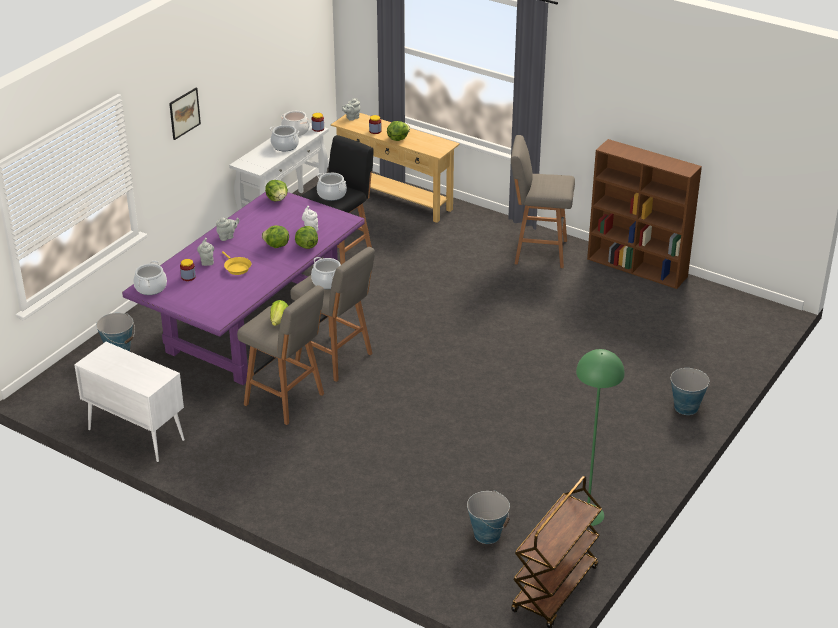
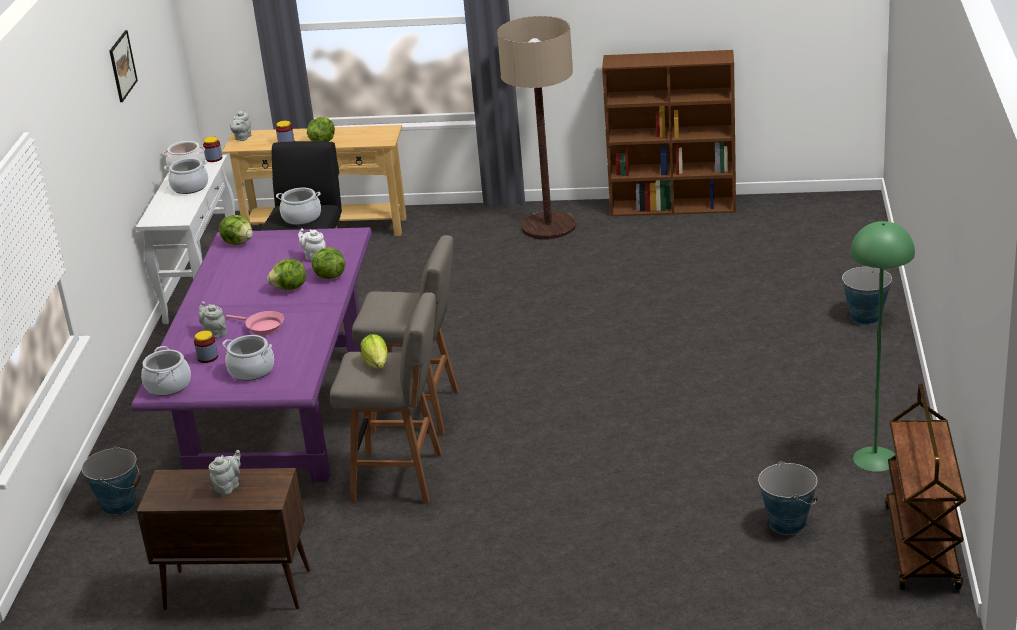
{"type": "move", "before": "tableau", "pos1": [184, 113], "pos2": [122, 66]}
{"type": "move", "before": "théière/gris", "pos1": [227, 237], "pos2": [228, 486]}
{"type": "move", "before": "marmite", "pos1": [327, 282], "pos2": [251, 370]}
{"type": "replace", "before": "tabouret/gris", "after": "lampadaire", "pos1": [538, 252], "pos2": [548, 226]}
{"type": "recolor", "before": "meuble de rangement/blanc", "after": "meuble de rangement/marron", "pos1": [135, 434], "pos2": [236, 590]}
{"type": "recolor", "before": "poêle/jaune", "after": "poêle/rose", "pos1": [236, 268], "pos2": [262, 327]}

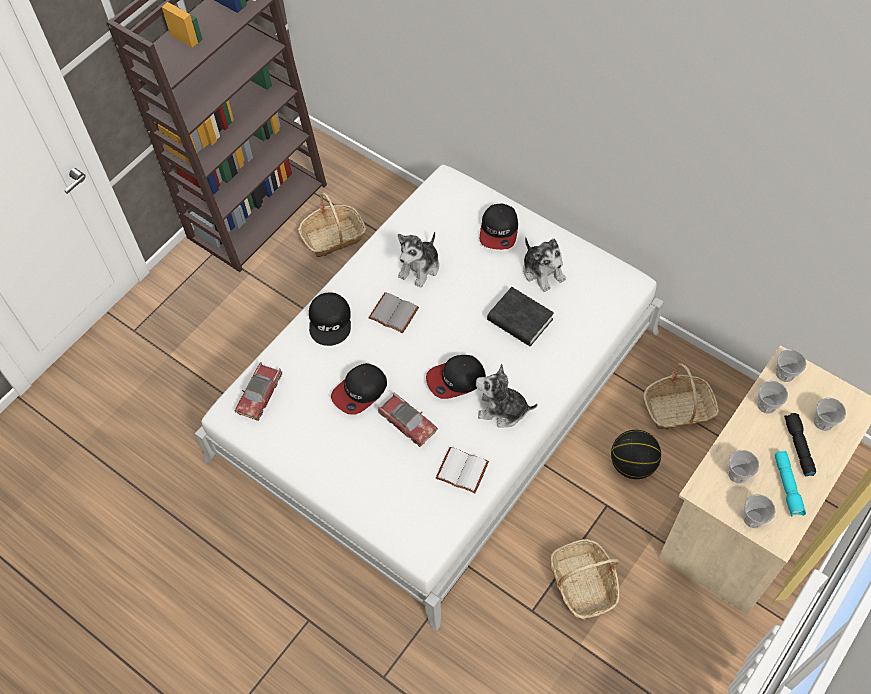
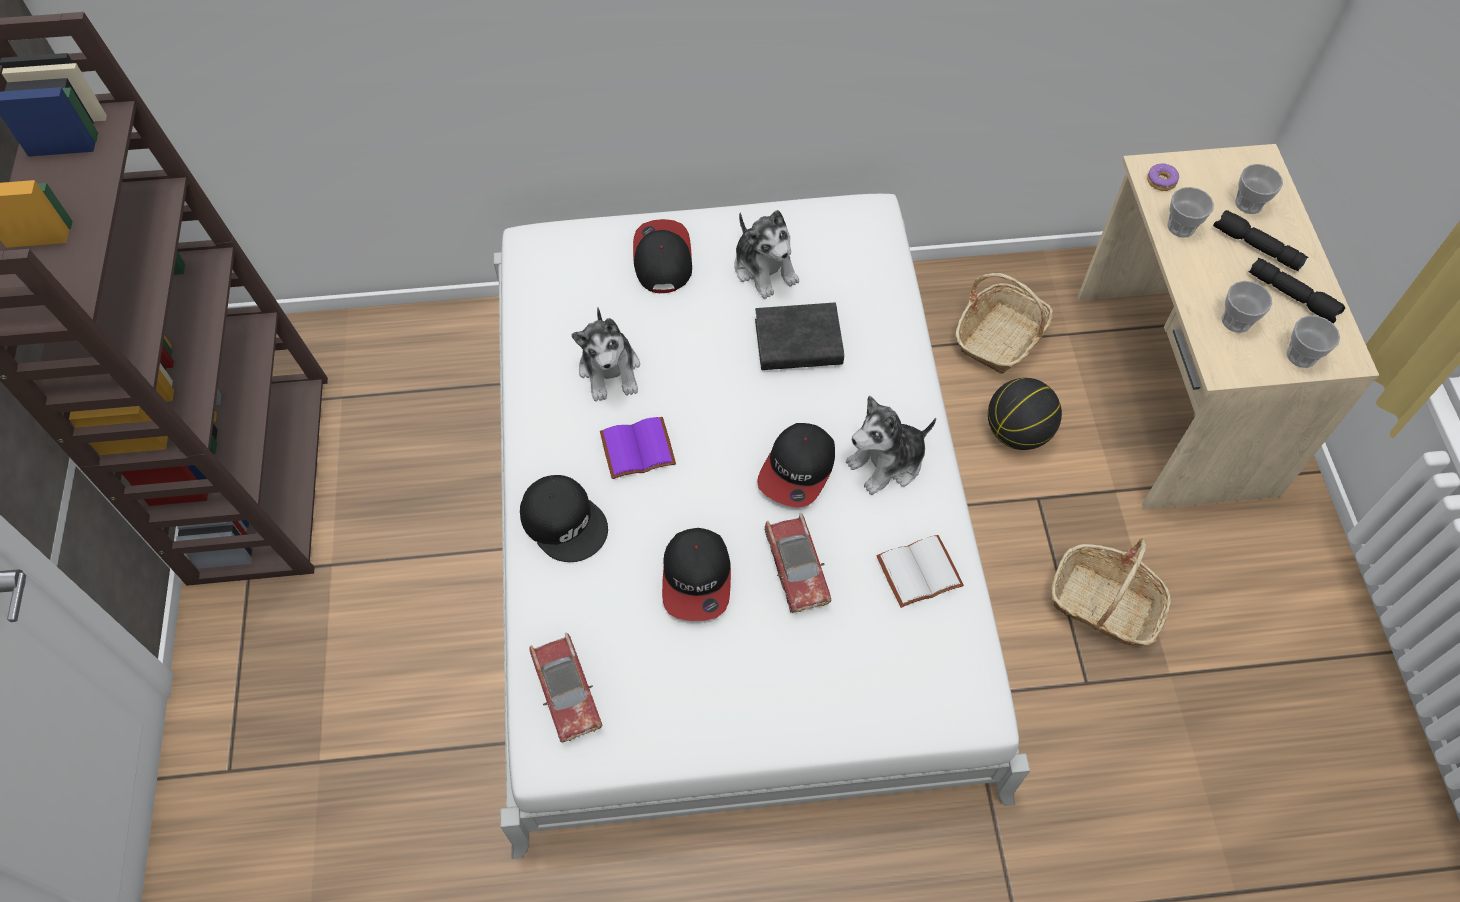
{"type": "delete", "before": "panier", "pos1": [334, 237]}
{"type": "replace", "before": "tasse", "after": "beignet", "pos1": [785, 373], "pos2": [1161, 181]}
{"type": "recolor", "before": "livre/gris", "after": "livre/violet", "pos1": [392, 314], "pos2": [637, 451]}
{"type": "recolor", "before": "lampe de poche/turquoise", "after": "lampe de poche/noir", "pos1": [788, 486], "pos2": [1293, 296]}
{"type": "rotate", "before": "petite voiture", "pos1": [407, 423], "pos2": [796, 568], "turn": 75}
{"type": "rotate", "before": "casquette", "pos1": [499, 230], "pos2": [662, 258], "turn": -150}
{"type": "rotate", "before": "peluche", "pos1": [542, 271], "pos2": [764, 269], "turn": 45}

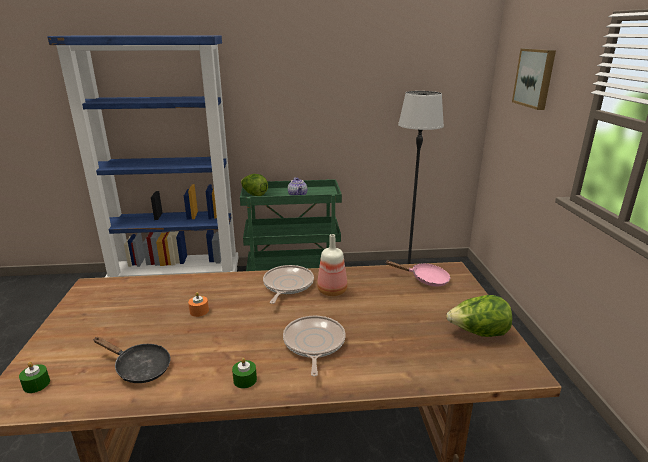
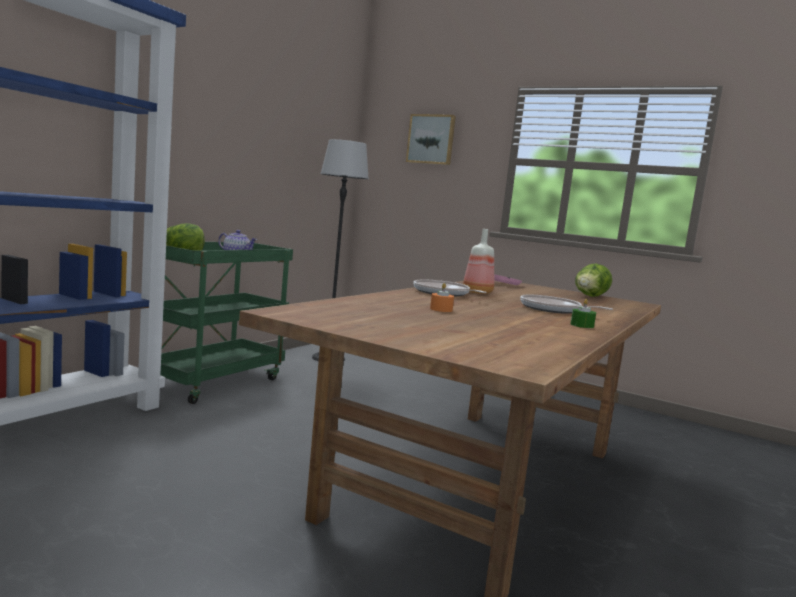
{"type": "delete", "before": "bougie/vert", "pos1": [36, 384]}
{"type": "delete", "before": "poêle/noir", "pos1": [139, 368]}

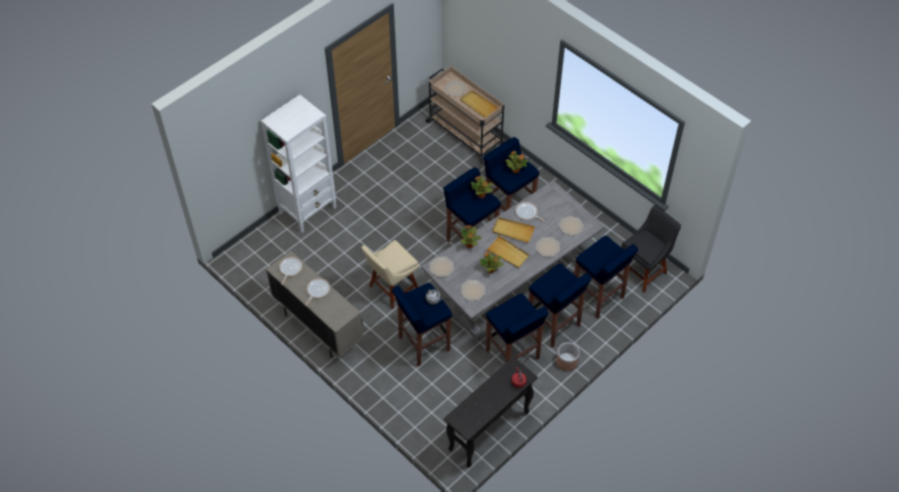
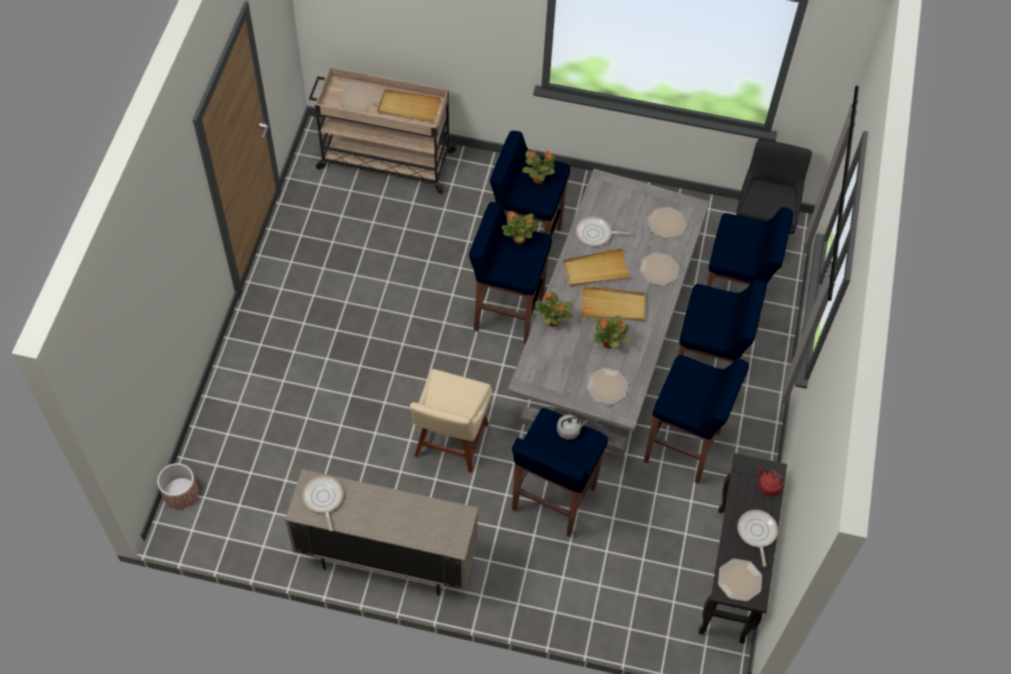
{"type": "delete", "before": "bibliothèque/blanc", "pos1": [308, 210]}
{"type": "move", "before": "poêle", "pos1": [317, 290], "pos2": [756, 533]}
{"type": "move", "before": "assiette", "pos1": [441, 267], "pos2": [740, 580]}
{"type": "move", "before": "cache-pot", "pos1": [566, 361], "pos2": [180, 493]}

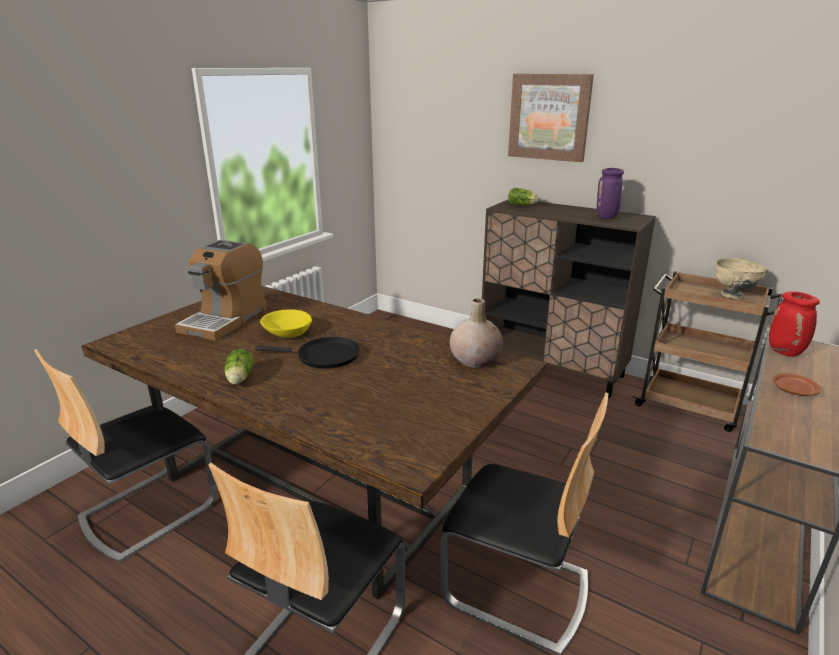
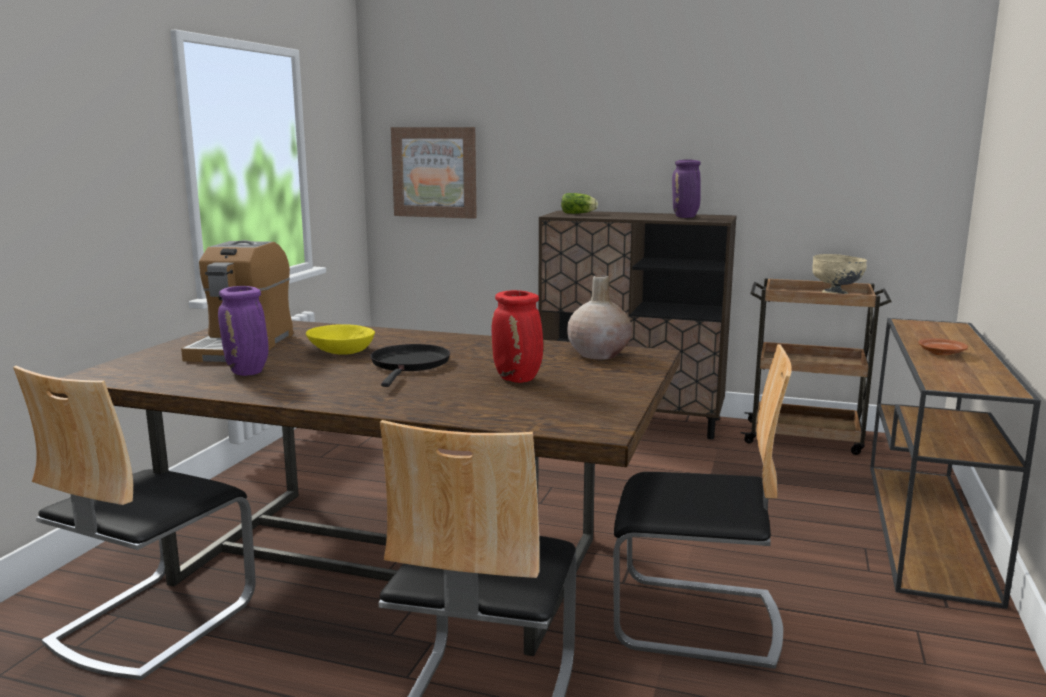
{"type": "delete", "before": "laitue", "pos1": [239, 379]}
{"type": "insert", "after": "vase/violet", "pos2": [248, 372]}
{"type": "move", "before": "tableau", "pos1": [549, 117], "pos2": [435, 172]}
{"type": "move", "before": "vase/rouge", "pos1": [785, 352], "pos2": [518, 379]}
{"type": "rotate", "before": "poêle/noir", "pos1": [324, 356], "pos2": [409, 365], "turn": -75}

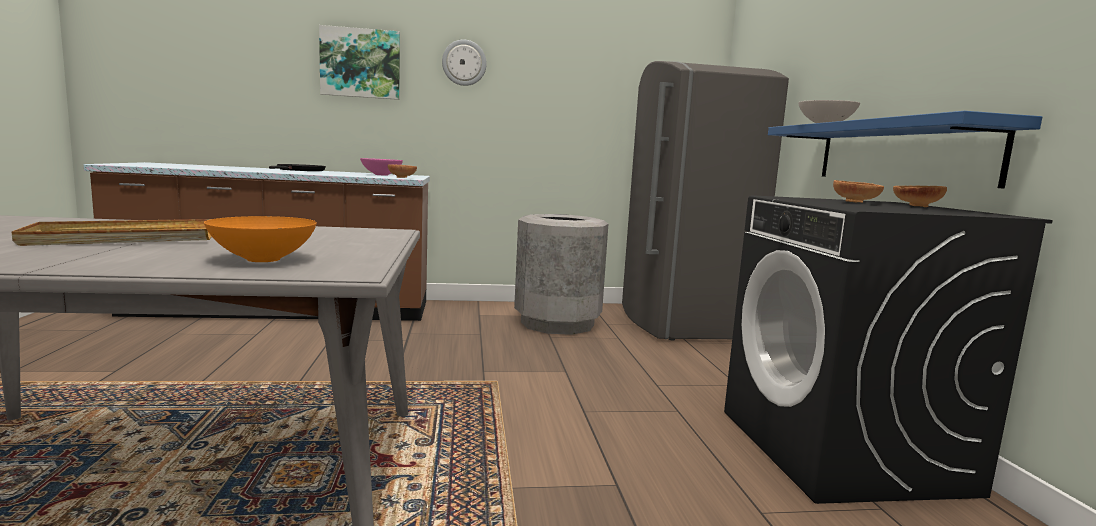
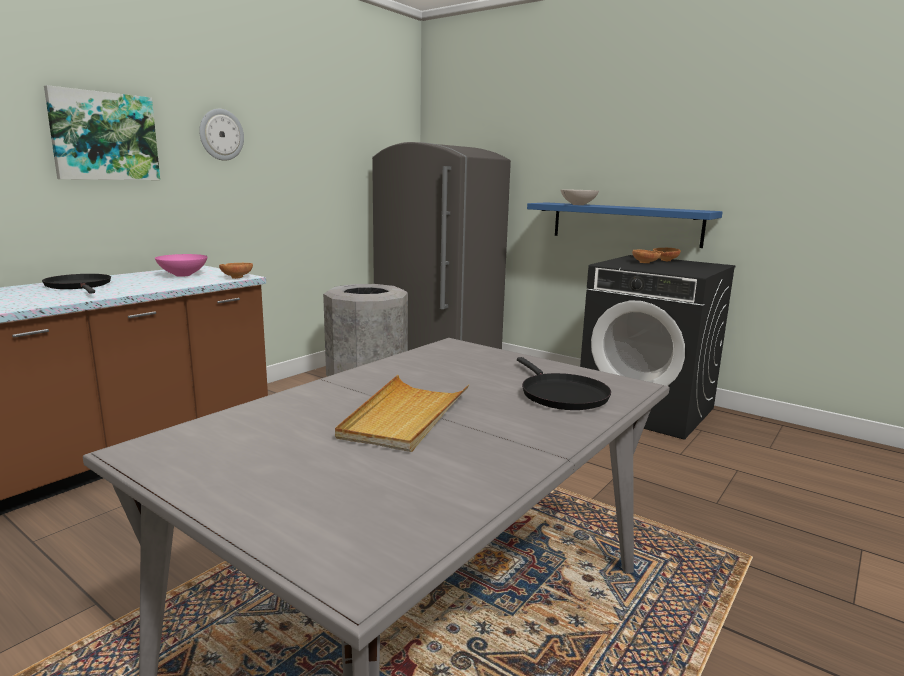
{"type": "replace", "before": "bol/orange", "after": "poêle/noir", "pos1": [261, 259], "pos2": [561, 395]}

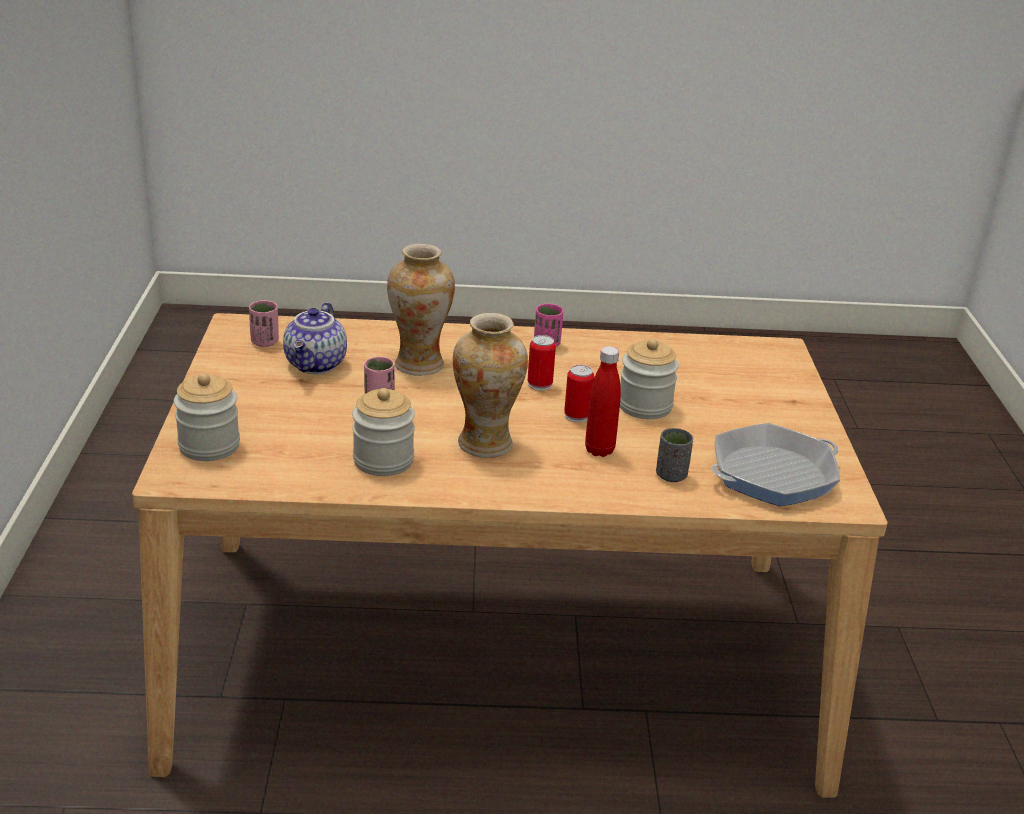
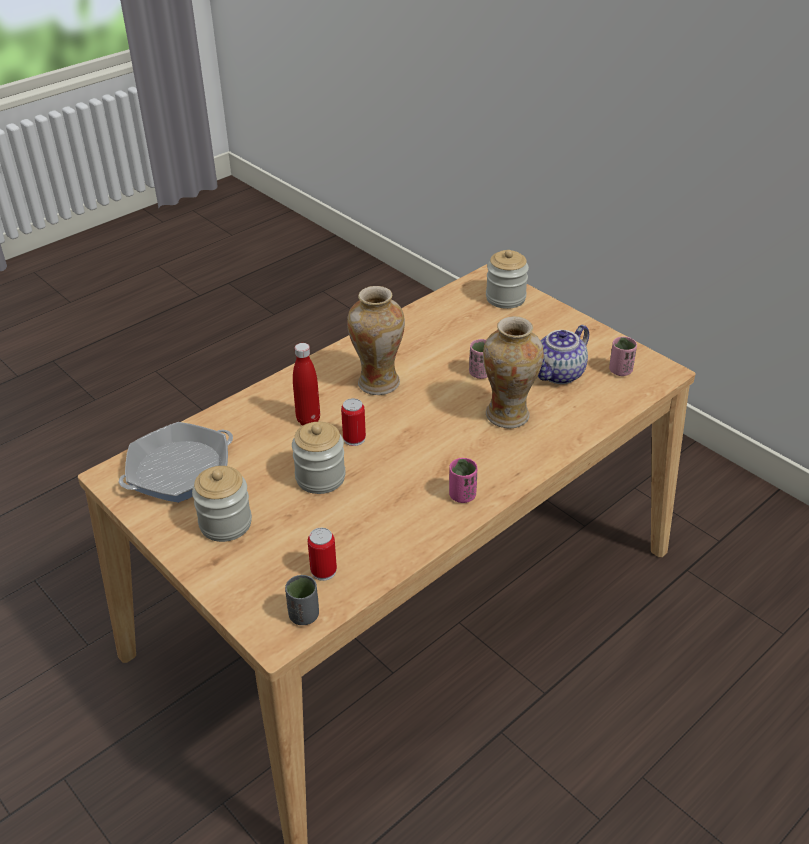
{"type": "move", "before": "bocal", "pos1": [383, 461], "pos2": [225, 523]}
{"type": "move", "before": "boîte métallique", "pos1": [539, 384], "pos2": [323, 571]}
{"type": "move", "before": "tasse/gris", "pos1": [671, 475], "pos2": [304, 615]}
{"type": "rotate", "before": "théière", "pos1": [317, 365], "pos2": [559, 374], "turn": -105}
{"type": "rotate", "before": "poêle", "pos1": [773, 474], "pos2": [179, 470], "turn": -150}

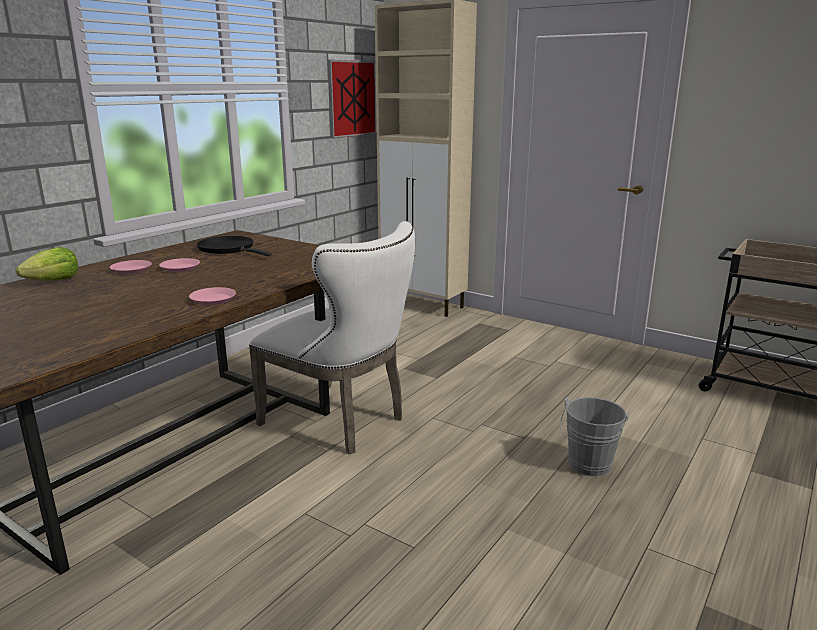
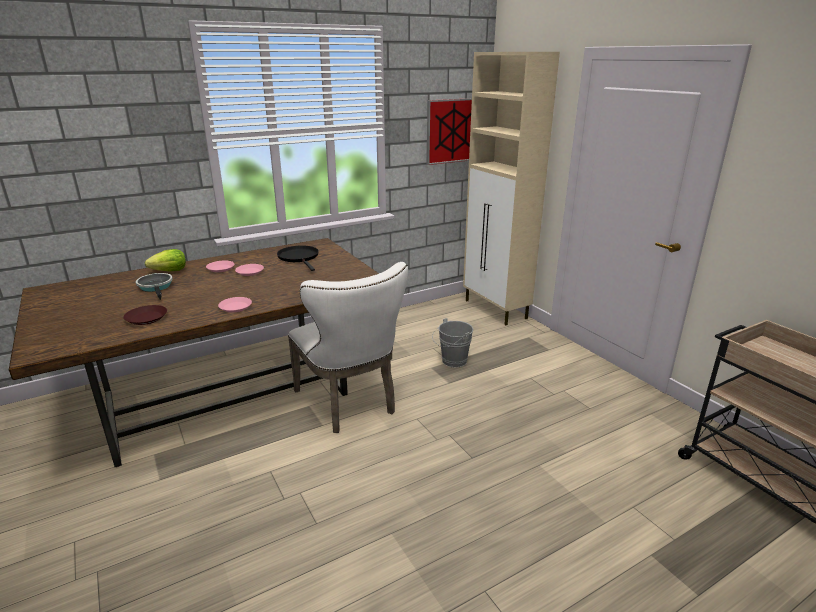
{"type": "insert", "after": "assiette/marron", "pos2": [146, 318]}
{"type": "insert", "after": "poêle", "pos2": [156, 287]}
{"type": "move", "before": "seau/gris", "pos1": [588, 467], "pos2": [452, 361]}

